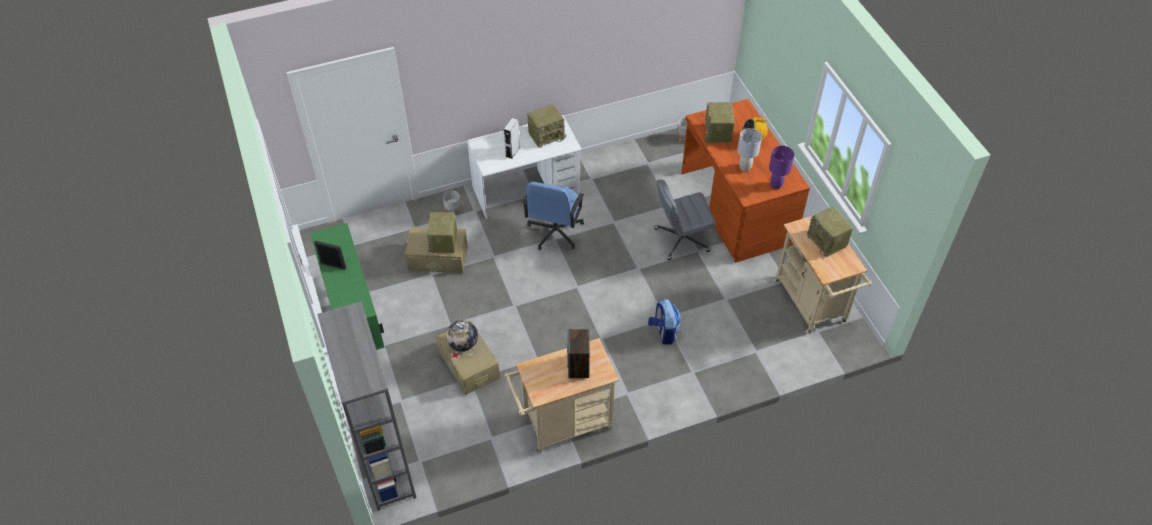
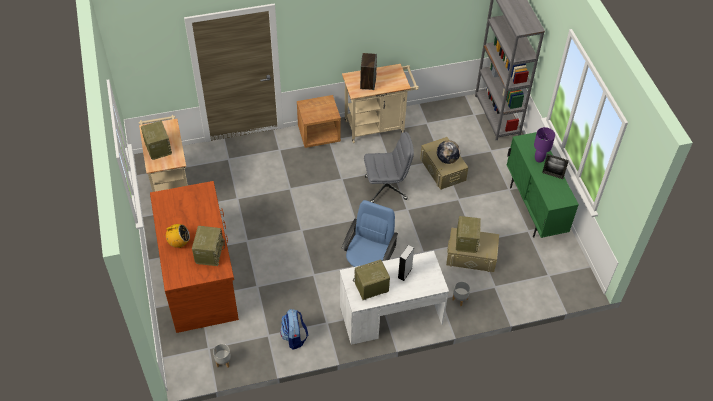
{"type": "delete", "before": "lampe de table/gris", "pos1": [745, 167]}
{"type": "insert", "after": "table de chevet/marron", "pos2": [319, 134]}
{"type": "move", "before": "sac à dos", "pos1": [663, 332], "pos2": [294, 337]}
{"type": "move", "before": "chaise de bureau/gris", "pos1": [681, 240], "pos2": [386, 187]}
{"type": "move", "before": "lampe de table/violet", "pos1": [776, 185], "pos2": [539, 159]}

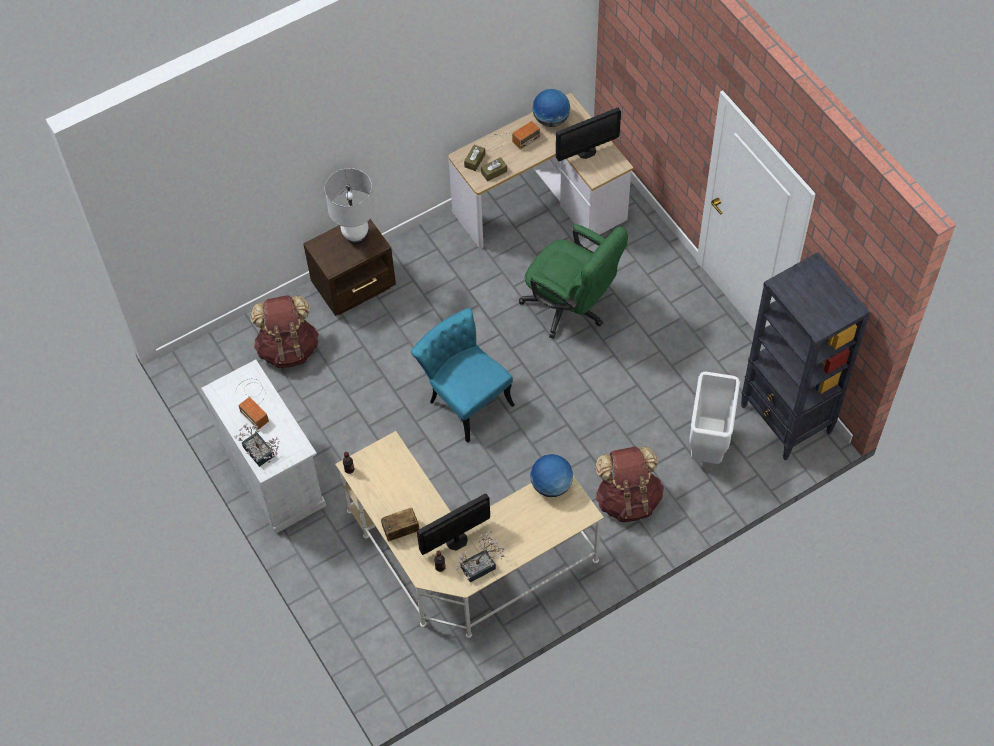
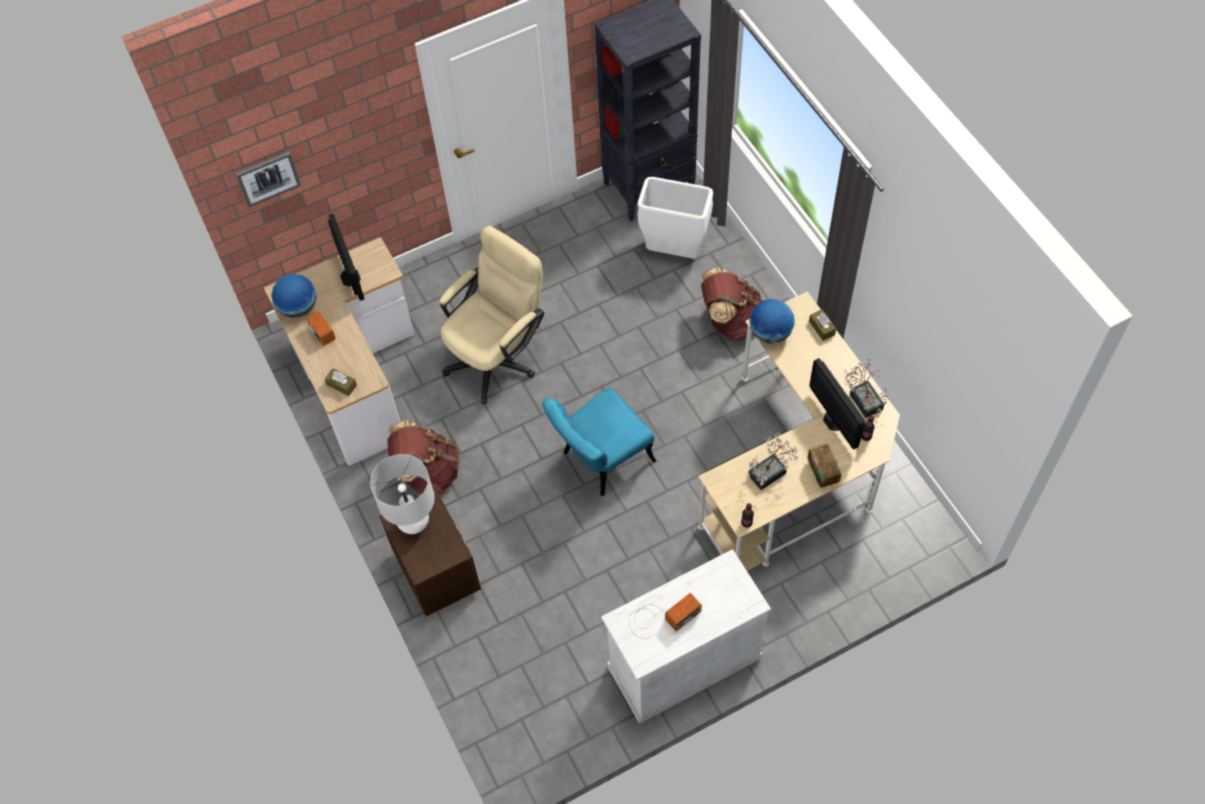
{"type": "insert", "after": "tableau", "pos2": [268, 178]}
{"type": "move", "before": "plante en pot", "pos1": [260, 454], "pos2": [770, 472]}
{"type": "move", "before": "sac à dos/marron", "pos1": [288, 348], "pos2": [428, 473]}
{"type": "move", "before": "boîte à mouchoirs/marron", "pos1": [494, 172], "pos2": [821, 328]}
{"type": "recolor", "before": "chaise de bureau/vert", "after": "chaise de bureau/beige", "pos1": [571, 308], "pos2": [498, 356]}

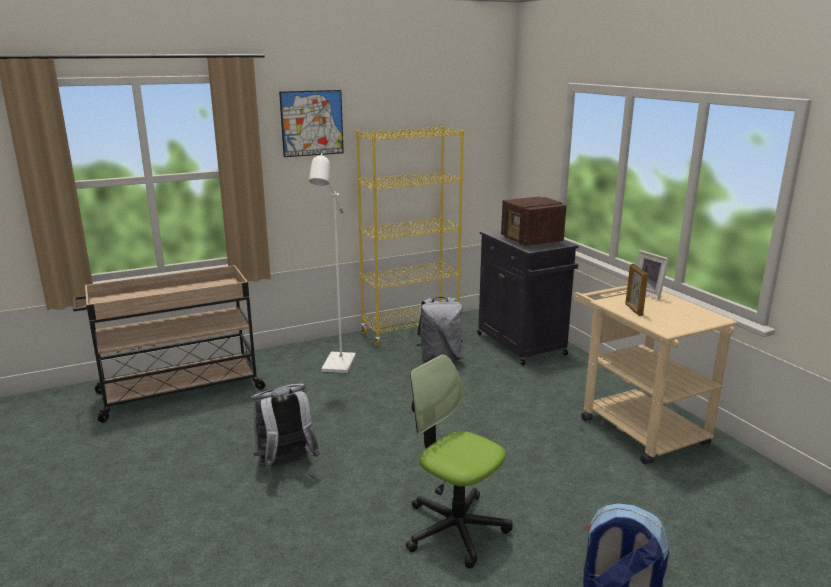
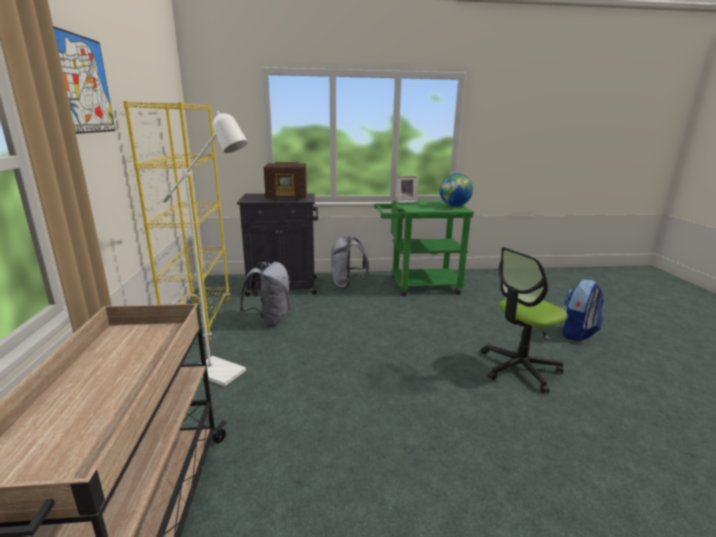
{"type": "delete", "before": "cadre photo", "pos1": [633, 310]}
{"type": "insert", "after": "globe", "pos2": [454, 206]}
{"type": "move", "before": "sac à dos/gris", "pos1": [285, 465], "pos2": [347, 285]}
{"type": "recolor", "before": "chariot/beige", "after": "chariot/vert", "pos1": [635, 426], "pos2": [418, 285]}

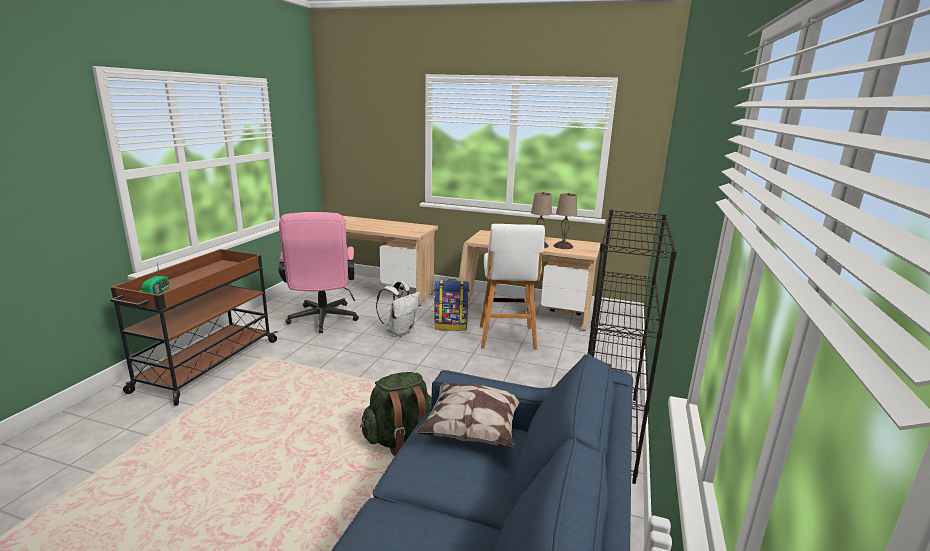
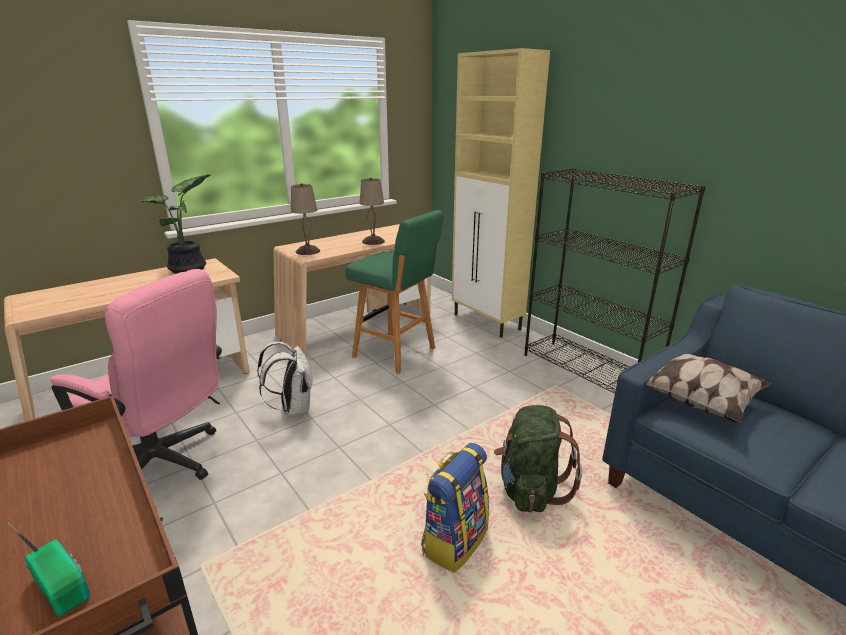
{"type": "insert", "after": "plante en pot", "pos2": [190, 269]}
{"type": "insert", "after": "meuble de rangement/beige", "pos2": [487, 322]}
{"type": "move", "before": "sac à dos", "pos1": [451, 326], "pos2": [454, 540]}
{"type": "move", "before": "lampe de table/beige", "pos1": [563, 246], "pos2": [307, 251]}
{"type": "recolor", "before": "tabouret/blanc", "after": "tabouret/vert", "pos1": [507, 338], "pos2": [396, 353]}

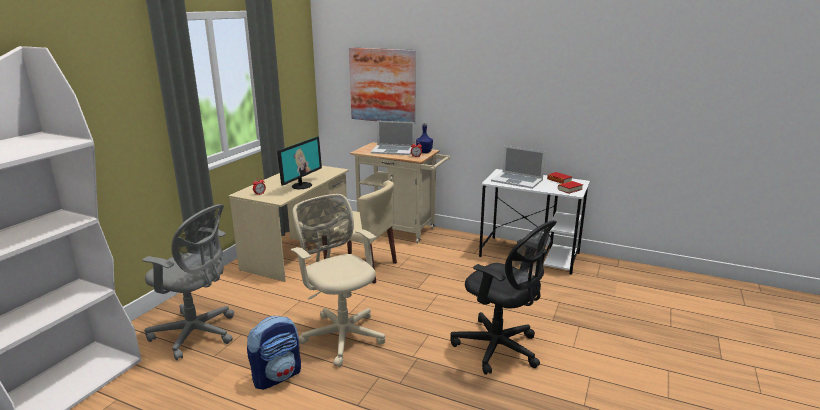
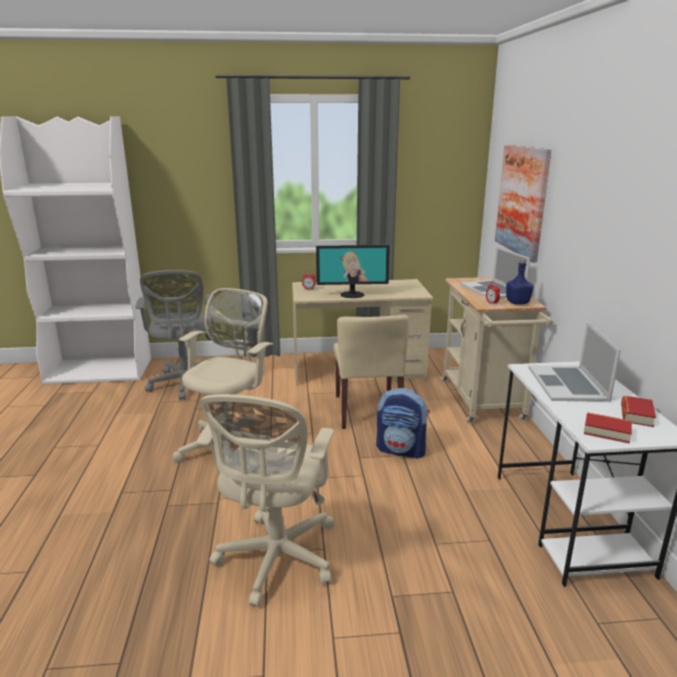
{"type": "move", "before": "sac à dos", "pos1": [277, 376], "pos2": [402, 450]}
{"type": "recolor", "before": "chaise de bureau/noir", "after": "chaise de bureau/beige", "pos1": [499, 349], "pos2": [275, 560]}

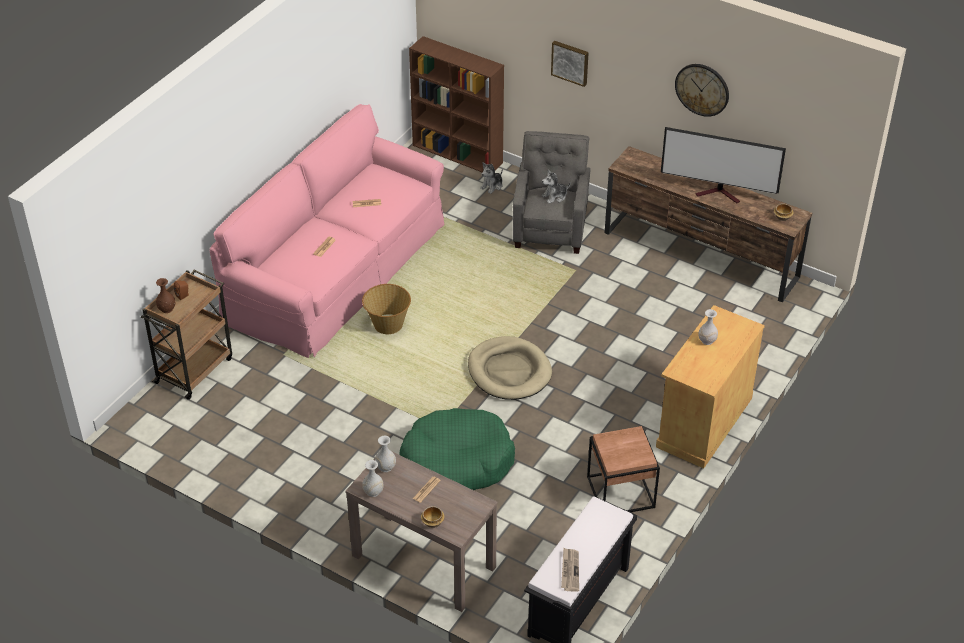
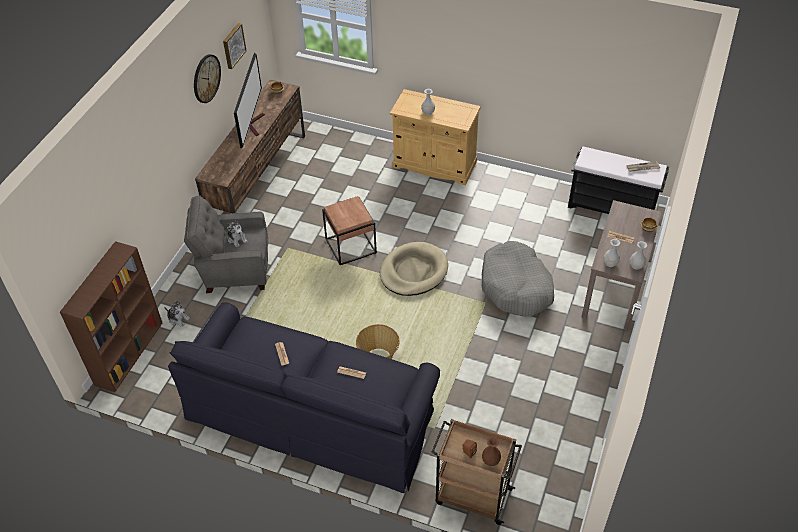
{"type": "move", "before": "tableau", "pos1": [570, 62], "pos2": [233, 45]}
{"type": "move", "before": "table d'appoint/marron", "pos1": [620, 493], "pos2": [351, 246]}
{"type": "recolor", "before": "canapé/rose", "after": "canapé/noir", "pos1": [337, 270], "pos2": [313, 413]}
{"type": "recolor", "before": "panier pour chien/vert", "after": "panier pour chien/gris", "pos1": [457, 461], "pos2": [516, 287]}

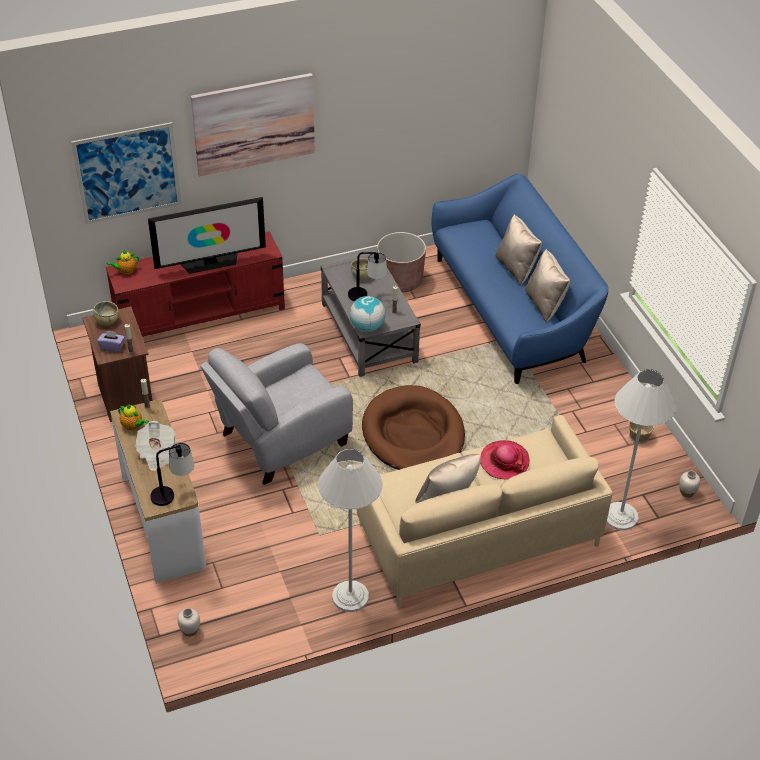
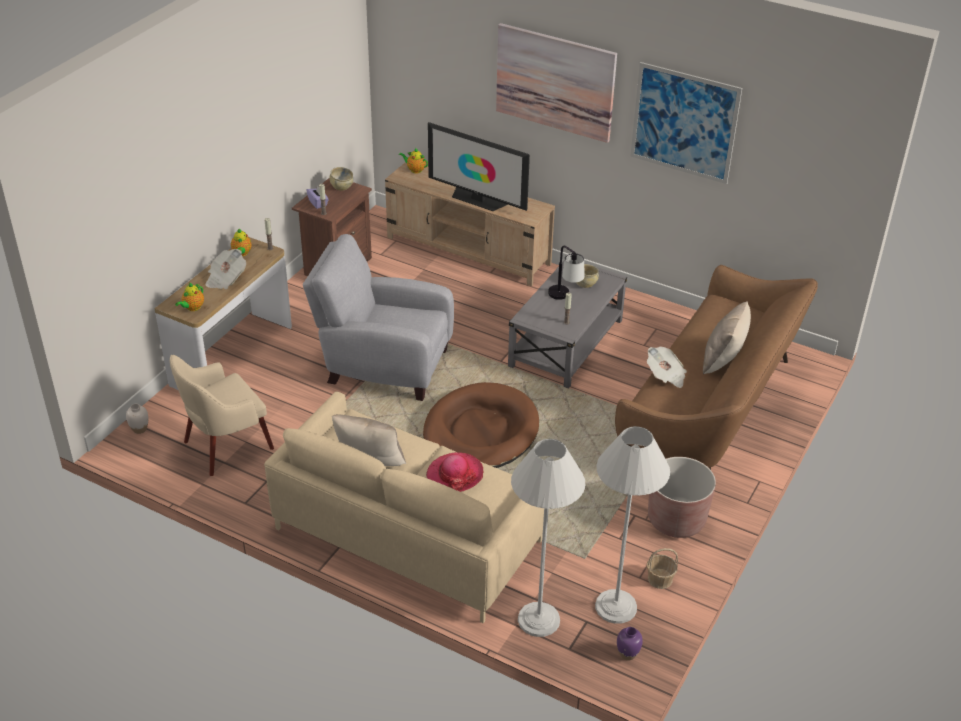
{"type": "delete", "before": "globe", "pos1": [367, 327]}
{"type": "delete", "before": "coussin/beige", "pos1": [545, 304]}
{"type": "insert", "after": "fauteuil/beige", "pos2": [226, 445]}
{"type": "insert", "after": "journal", "pos2": [665, 376]}
{"type": "move", "before": "tableau", "pos1": [128, 173], "pos2": [684, 123]}
{"type": "move", "before": "lampadaire/blanc", "pos1": [350, 596], "pos2": [615, 607]}
{"type": "move", "before": "cache-pot/marron", "pos1": [400, 281], "pos2": [676, 520]}
{"type": "replace", "before": "lampe de table", "after": "théière", "pos1": [173, 494], "pos2": [192, 308]}
{"type": "recolor", "before": "meuble télé/rouge", "after": "meuble télé/beige", "pos1": [200, 314], "pos2": [468, 251]}
{"type": "recolor", "before": "canapé/bleu", "after": "canapé/marron", "pos1": [512, 310], "pos2": [711, 408]}
{"type": "recolor", "before": "vase/blanc", "after": "vase/violet", "pos1": [687, 493], "pos2": [627, 654]}

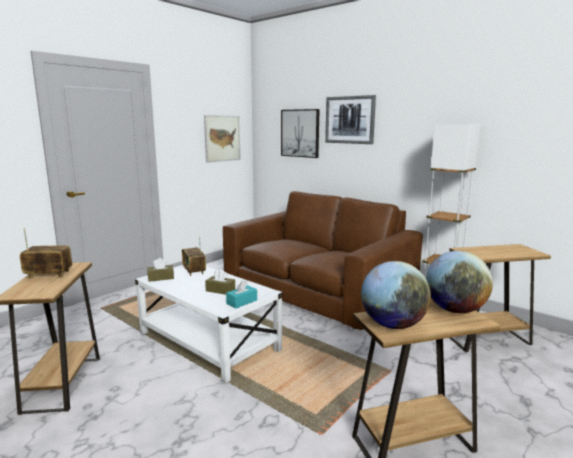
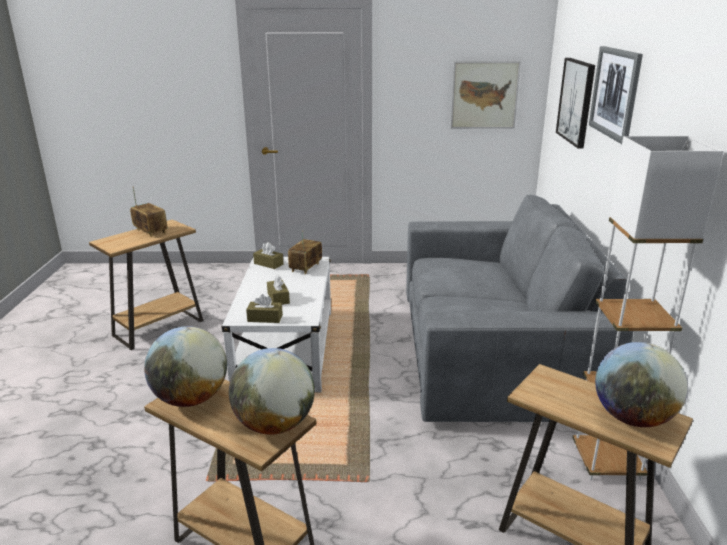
{"type": "insert", "after": "globe", "pos2": [632, 418]}
{"type": "recolor", "before": "canapé/marron", "after": "canapé/gris", "pos1": [318, 290], "pos2": [492, 351]}
{"type": "recolor", "before": "boîte à mouchoirs/turquoise", "after": "boîte à mouchoirs/marron", "pos1": [242, 302], "pos2": [265, 318]}

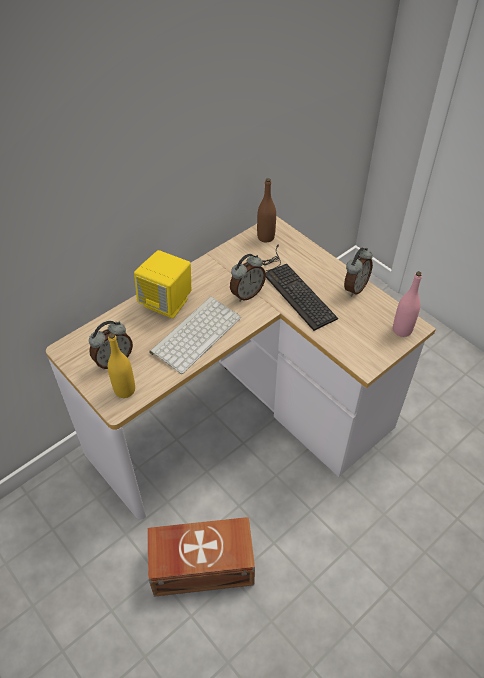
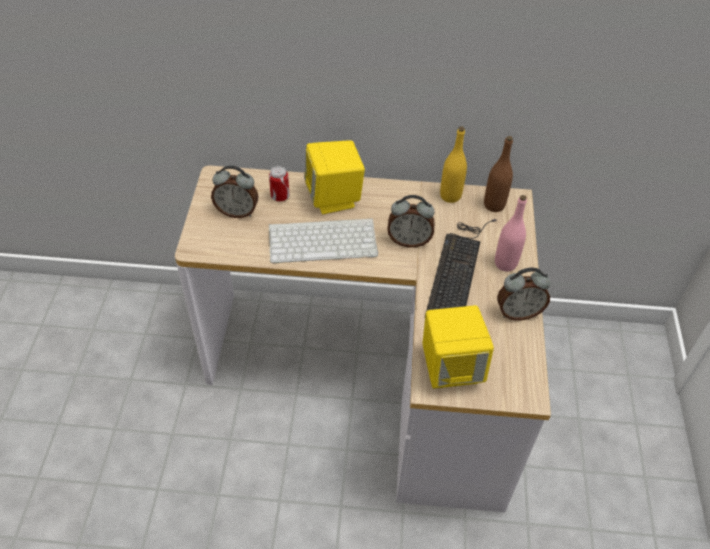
{"type": "delete", "before": "boîte de rangement/marron", "pos1": [200, 564]}
{"type": "insert", "after": "boîte métallique", "pos2": [280, 196]}
{"type": "insert", "after": "enceinte/jaune", "pos2": [451, 368]}
{"type": "move", "before": "bouteille/jaune", "pos1": [125, 390], "pos2": [450, 196]}
{"type": "move", "before": "bouteille/rose", "pos1": [402, 330], "pos2": [505, 263]}

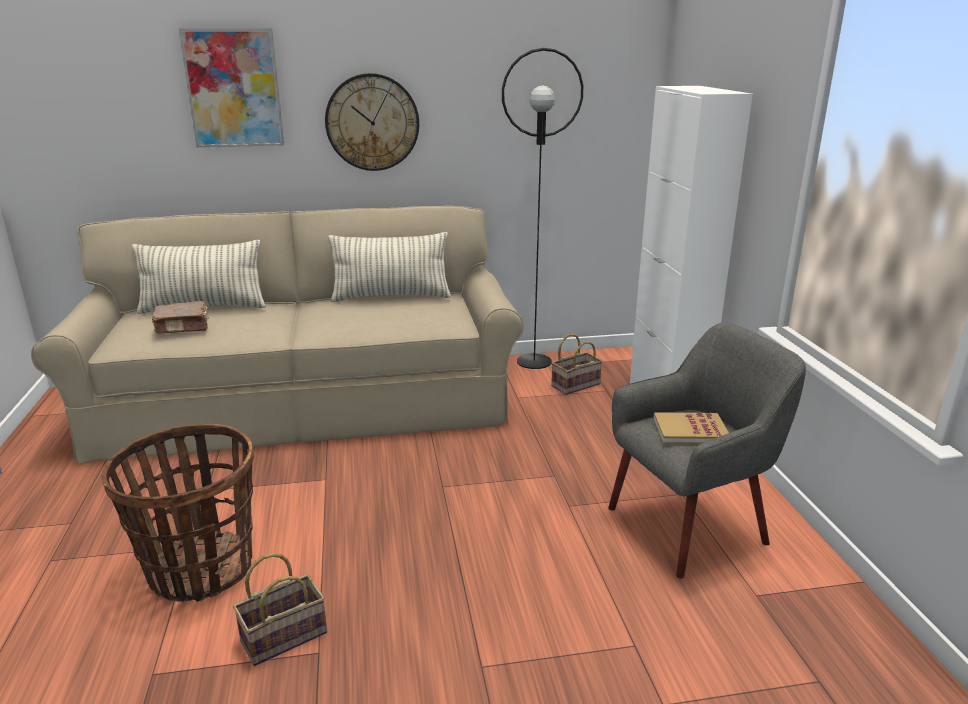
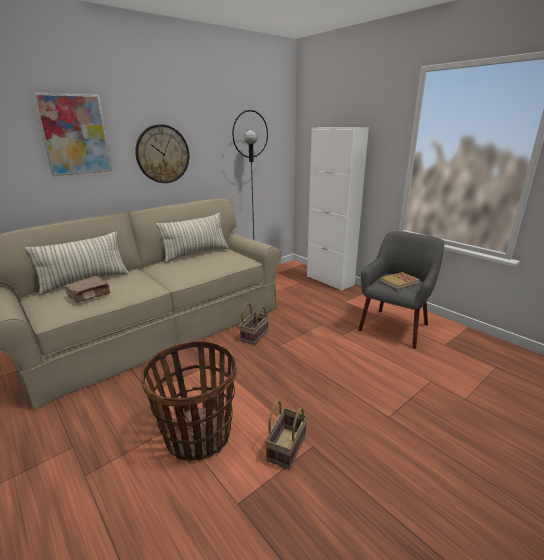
{"type": "move", "before": "panier", "pos1": [576, 384], "pos2": [254, 335]}

